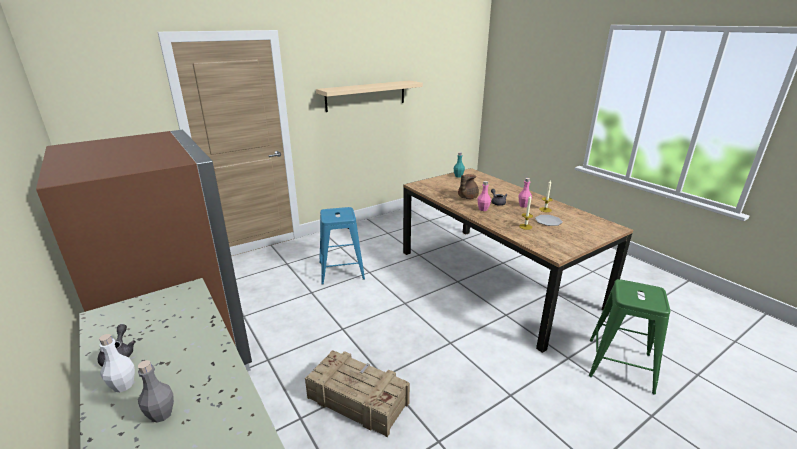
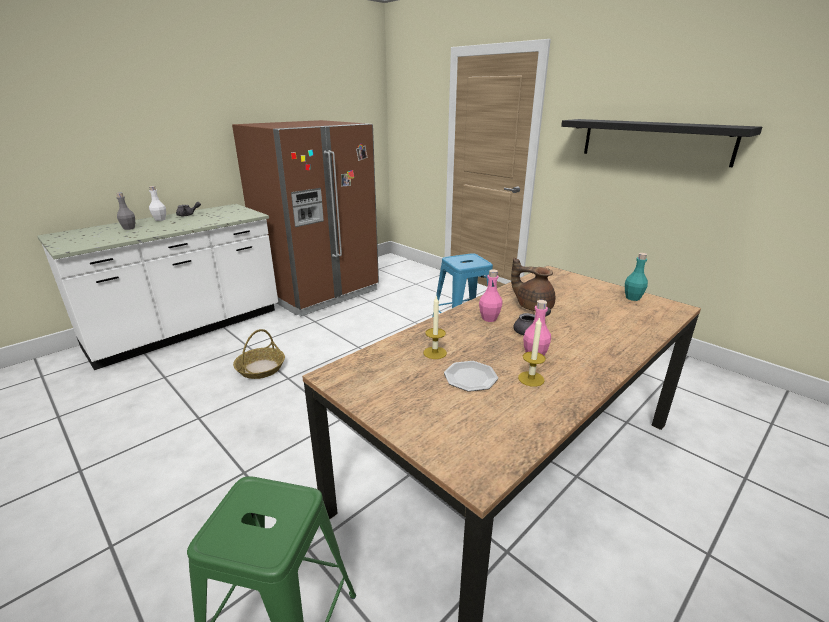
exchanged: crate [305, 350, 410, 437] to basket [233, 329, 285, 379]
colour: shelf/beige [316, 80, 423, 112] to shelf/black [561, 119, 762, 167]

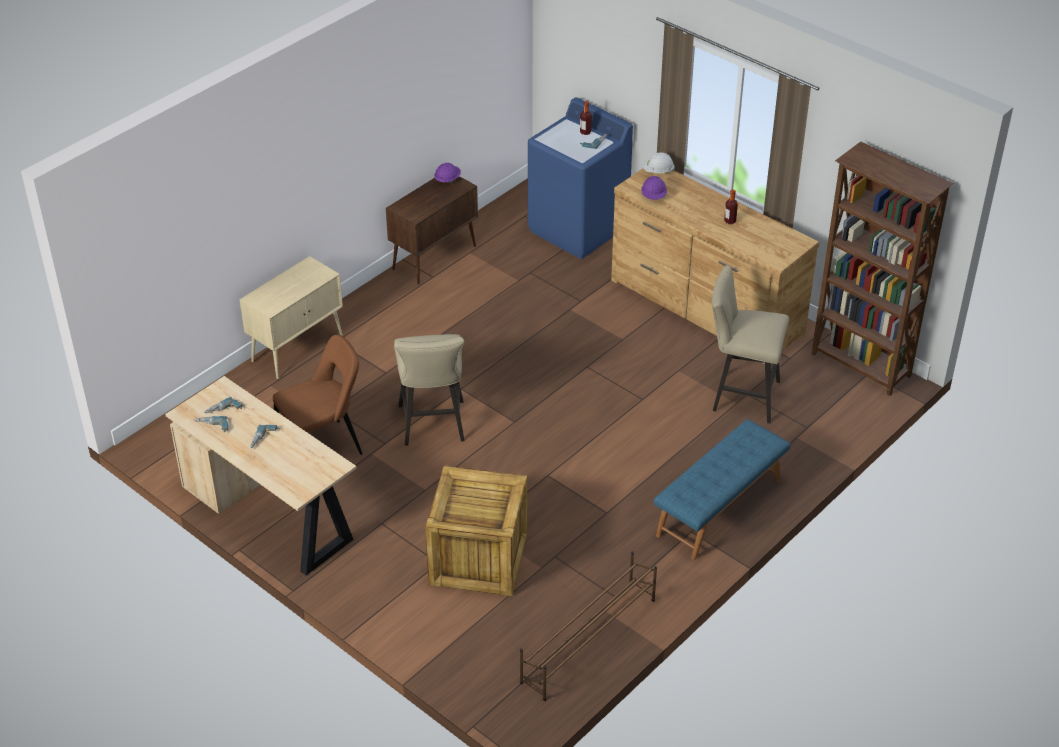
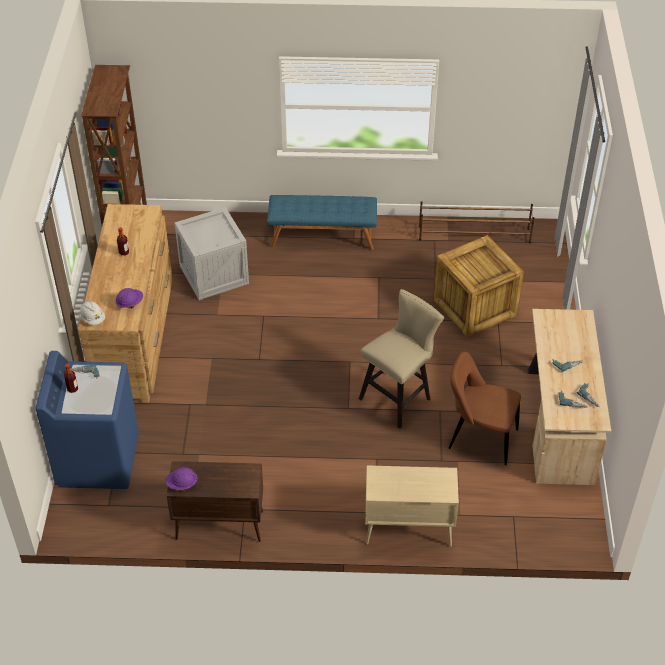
exchanged: stool/beige [712, 265, 789, 423] to crate [175, 207, 249, 300]

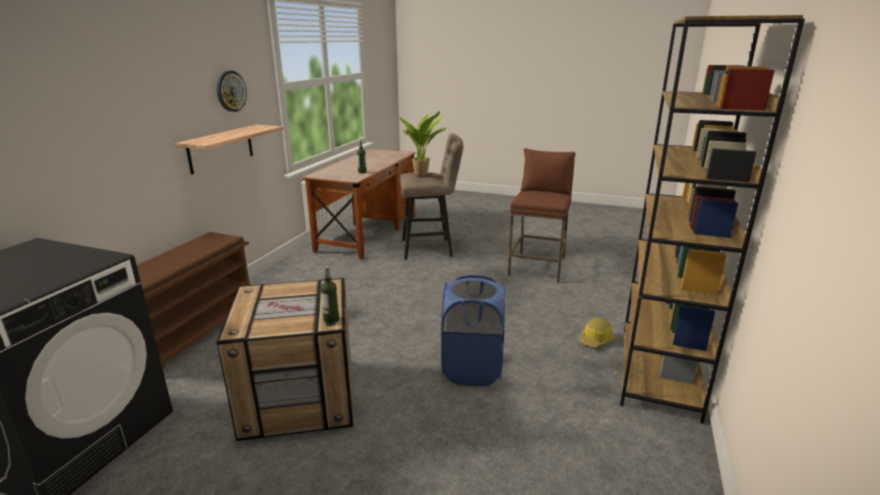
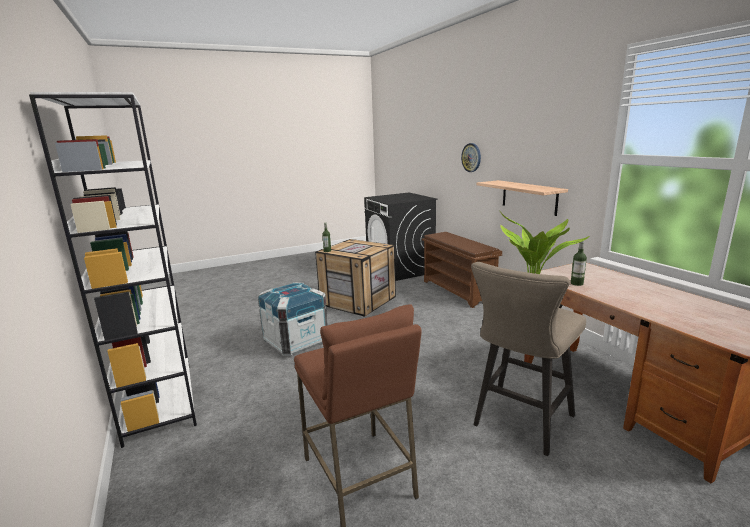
missing: hard hat [579, 318, 614, 347]
relocated: wall clock [217, 71, 247, 112] to [461, 143, 481, 172]
exchanged: laundry basket/blue [441, 275, 505, 386] to crate [258, 282, 328, 356]
colour: bookcase/brown [620, 15, 805, 424] to bookcase/white [29, 92, 197, 448]

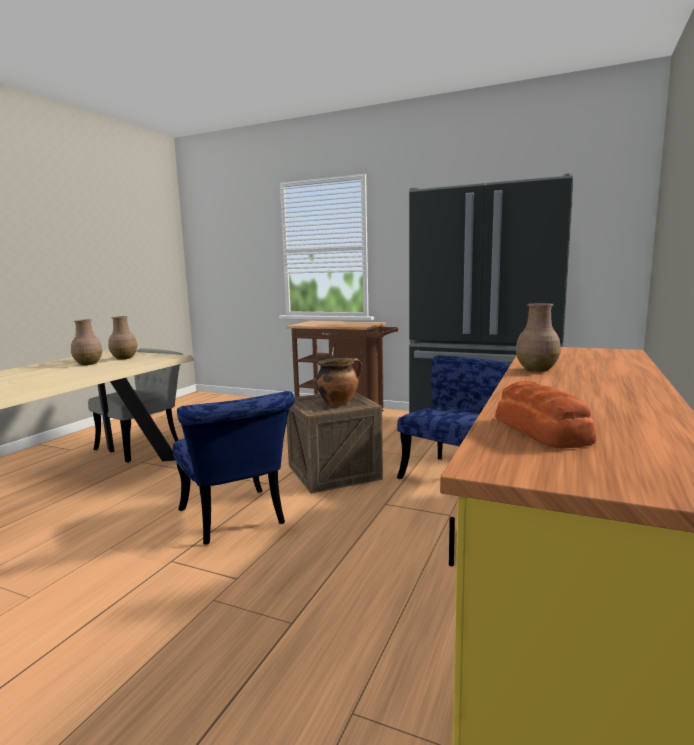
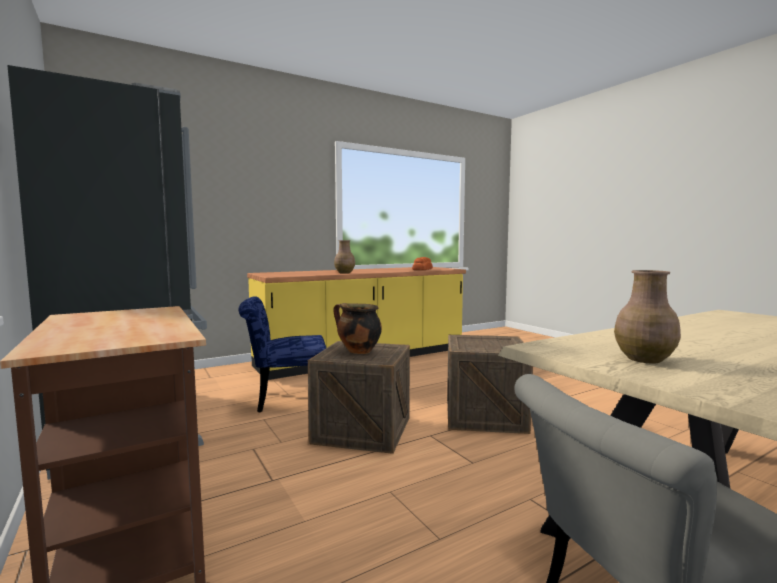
missing: vase/brown [71, 319, 102, 365]
exchanged: chair/blue [173, 391, 295, 545] to crate [447, 335, 533, 434]

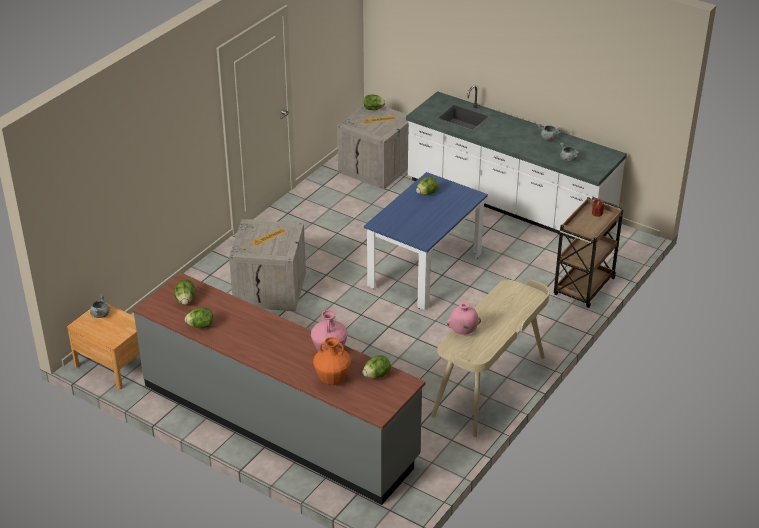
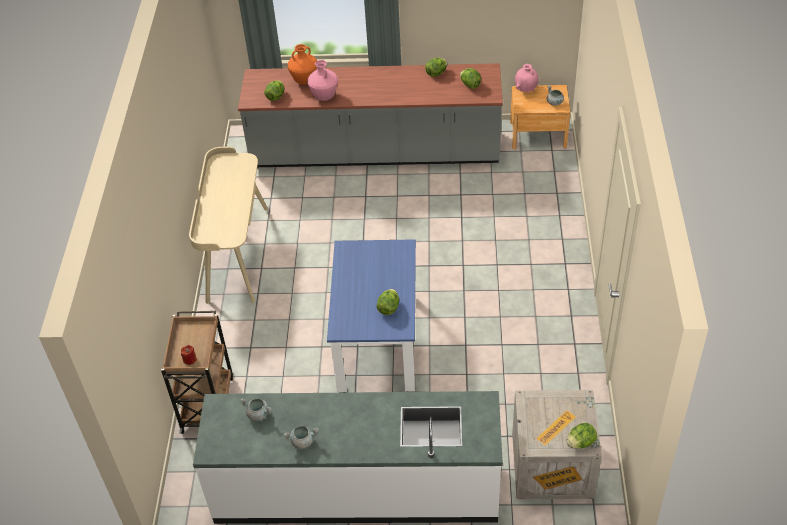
missing: crate [229, 219, 306, 312]
relocated: vase/pink [447, 302, 481, 335] to [515, 64, 539, 92]

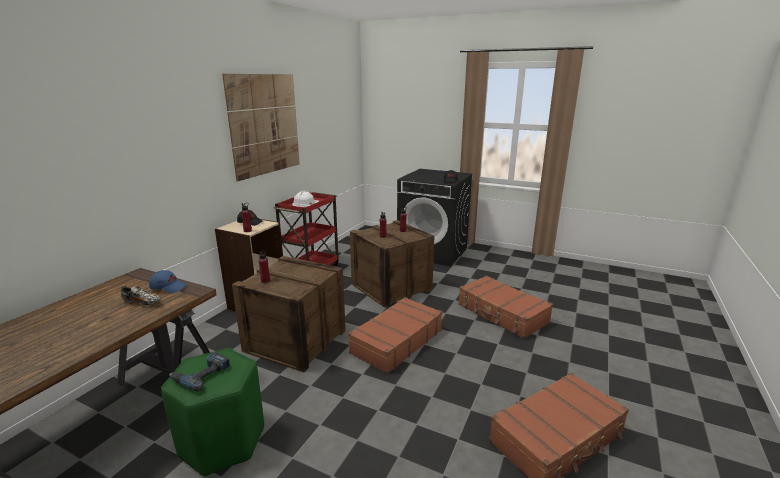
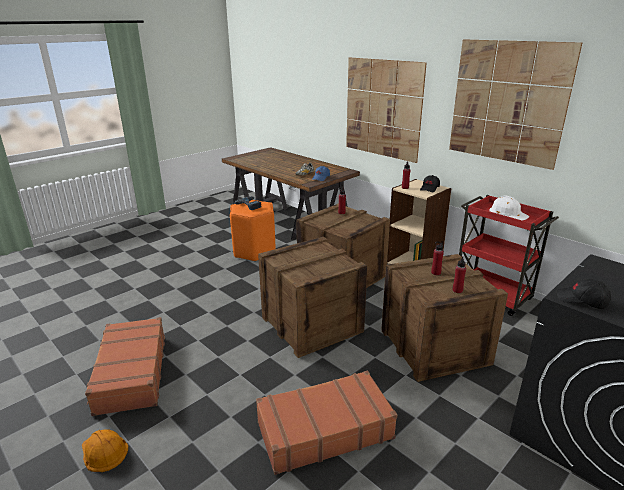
appeared: hard hat/orange [82, 429, 128, 472]; picture [346, 57, 427, 163]
exchanged: suitcase/brown [348, 297, 442, 374] to crate [258, 236, 367, 358]
colour: stool/green [161, 348, 264, 477] to stool/orange [230, 200, 275, 262]

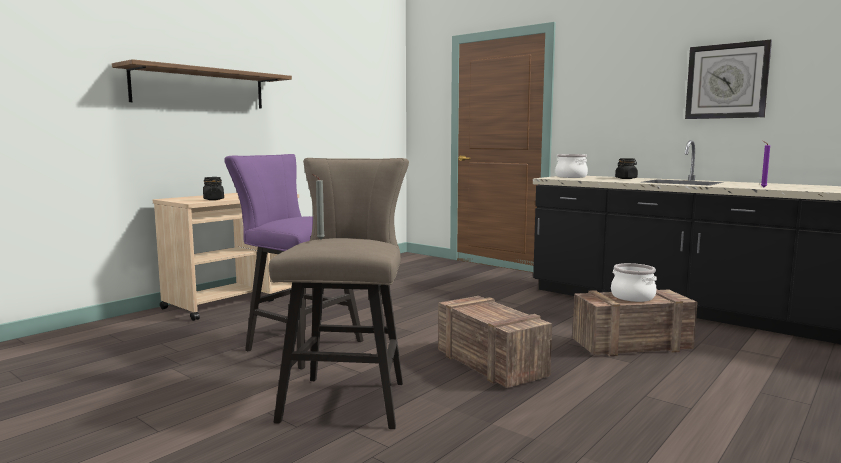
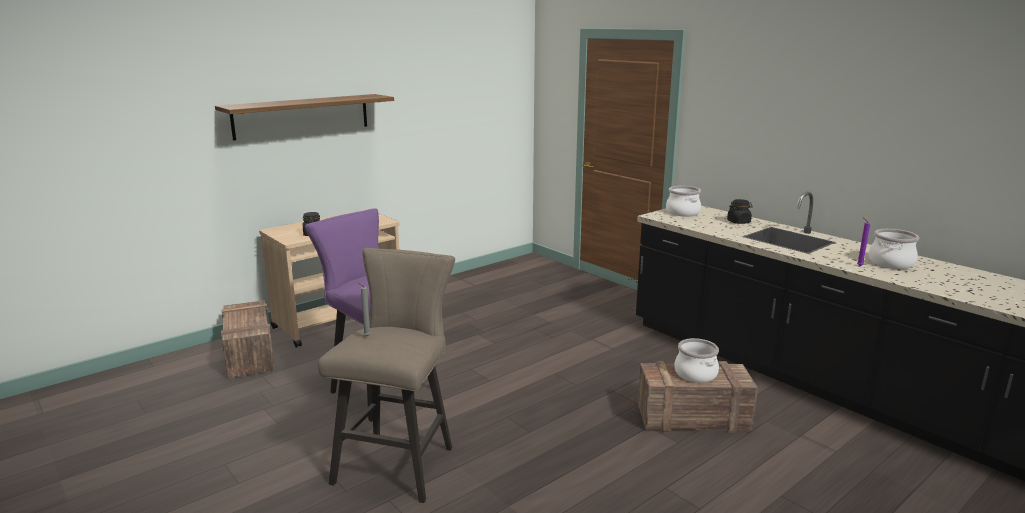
missing: wall clock [685, 40, 772, 119]
appeared: cooking pot [869, 229, 919, 269]
relocated: crate [438, 296, 552, 388] to [221, 300, 275, 379]

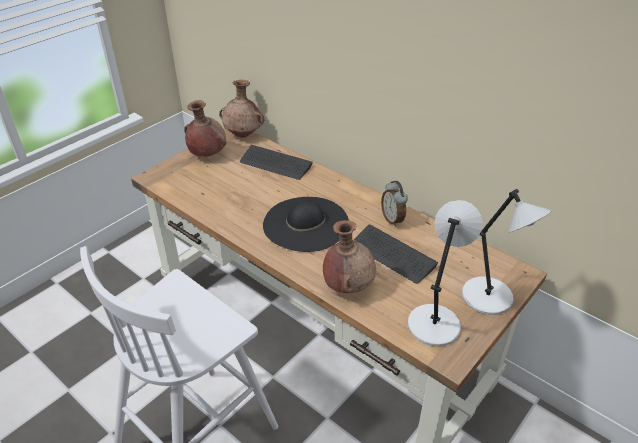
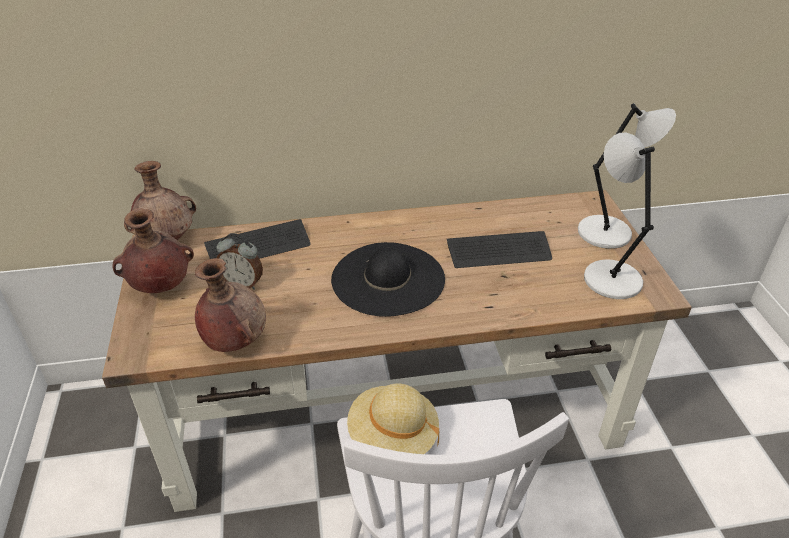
appeared: hat/beige [347, 383, 440, 454]
relocated: vase/brown [323, 220, 376, 293] to [195, 258, 266, 352]; alarm clock [381, 181, 408, 227] to [216, 233, 263, 289]

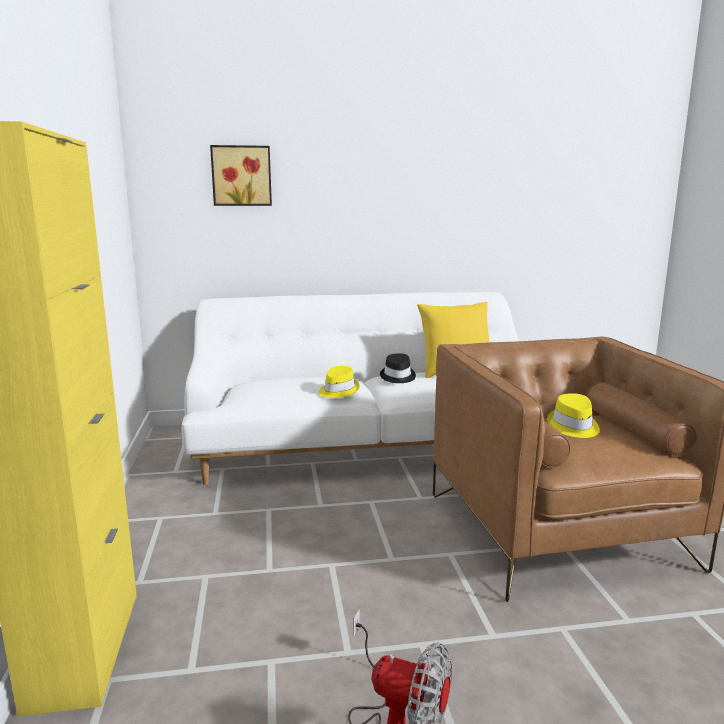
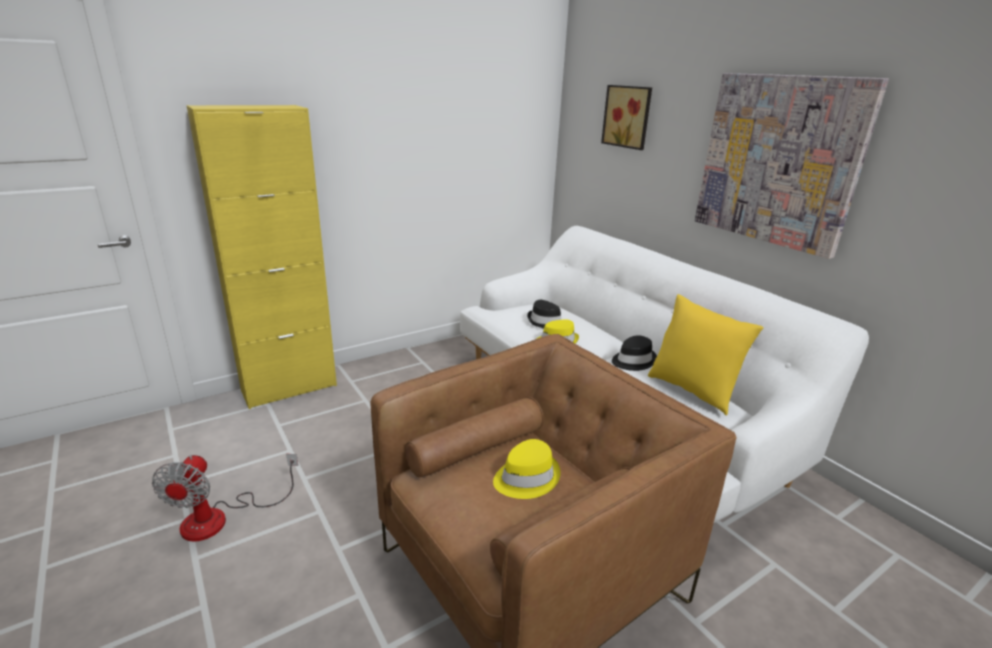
appeared: hat/black [527, 300, 561, 329]; picture [695, 73, 889, 259]

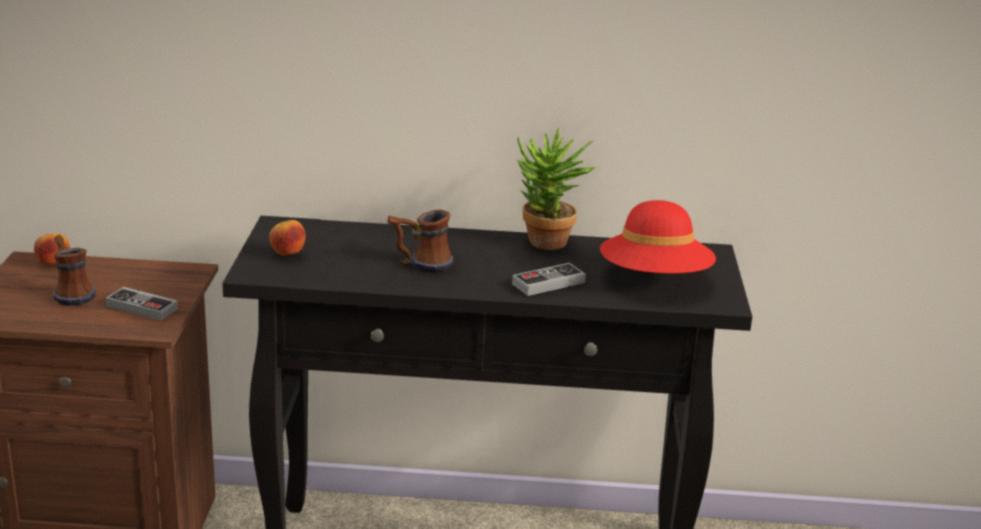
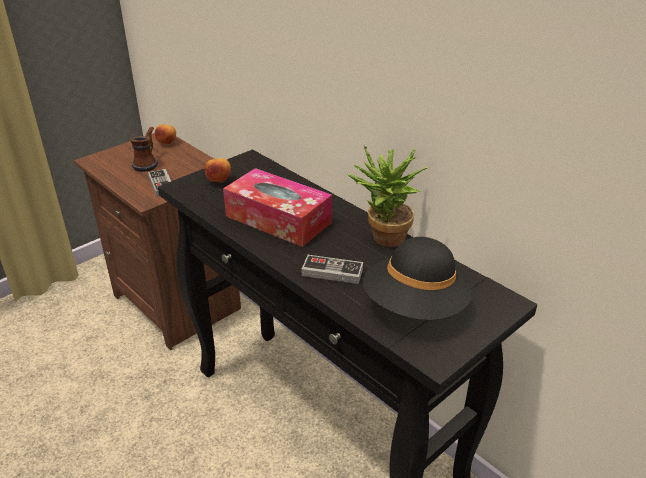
exchanged: mug [388, 210, 453, 271] to tissue box [223, 168, 332, 247]
colour: hat/red [600, 200, 716, 274] to hat/black [363, 237, 473, 320]

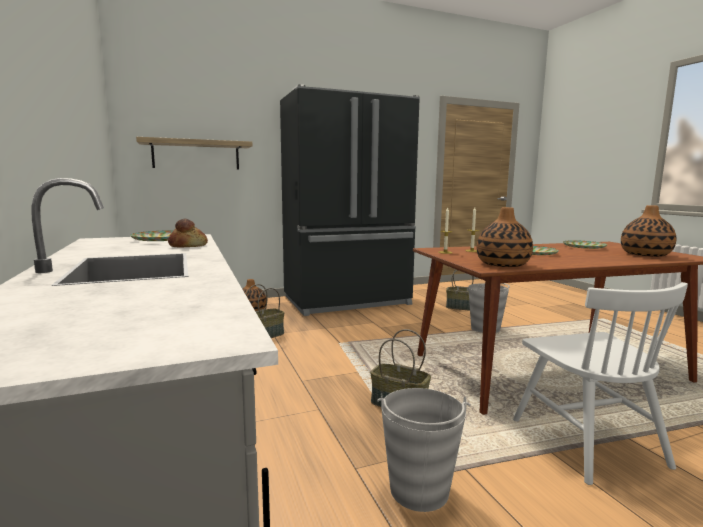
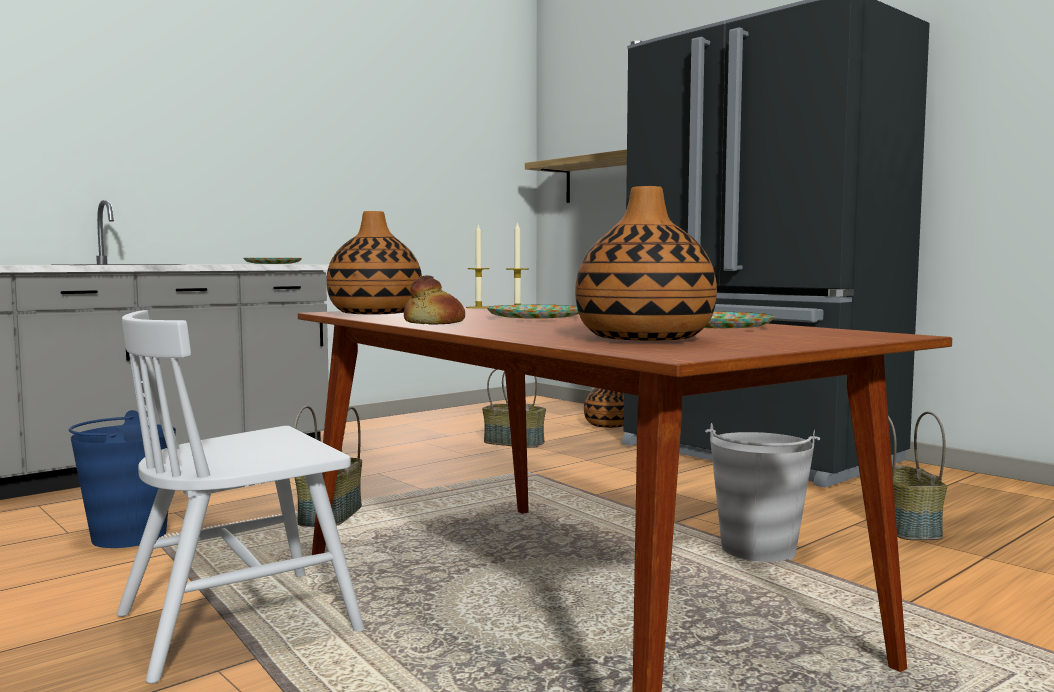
relocated: bread [168, 219, 208, 248] to [404, 275, 465, 325]
colour: bucket/grey [377, 388, 471, 512] to bucket/blue [69, 410, 176, 548]

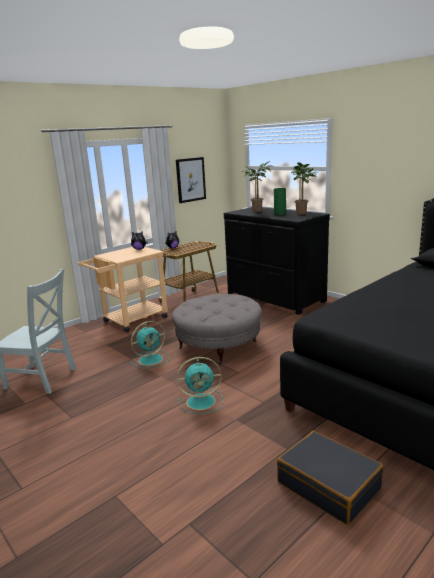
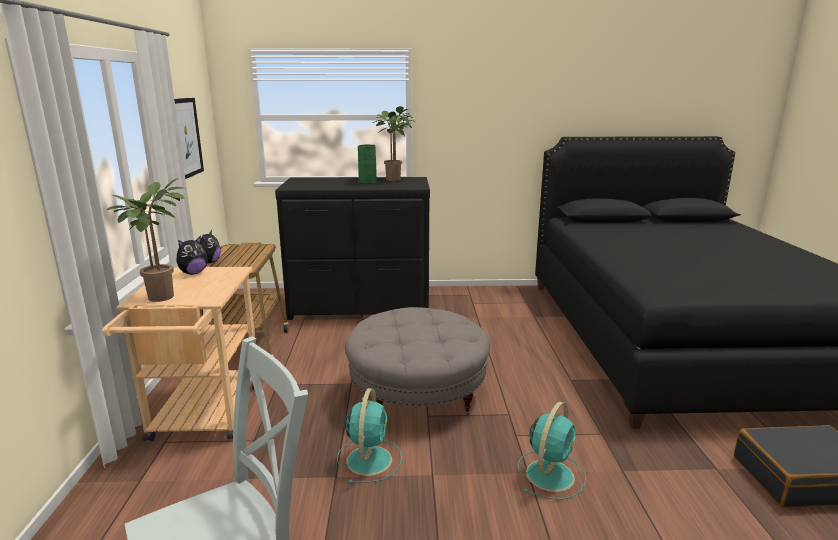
relocated: potted plant [241, 161, 270, 212] to [107, 178, 184, 302]

